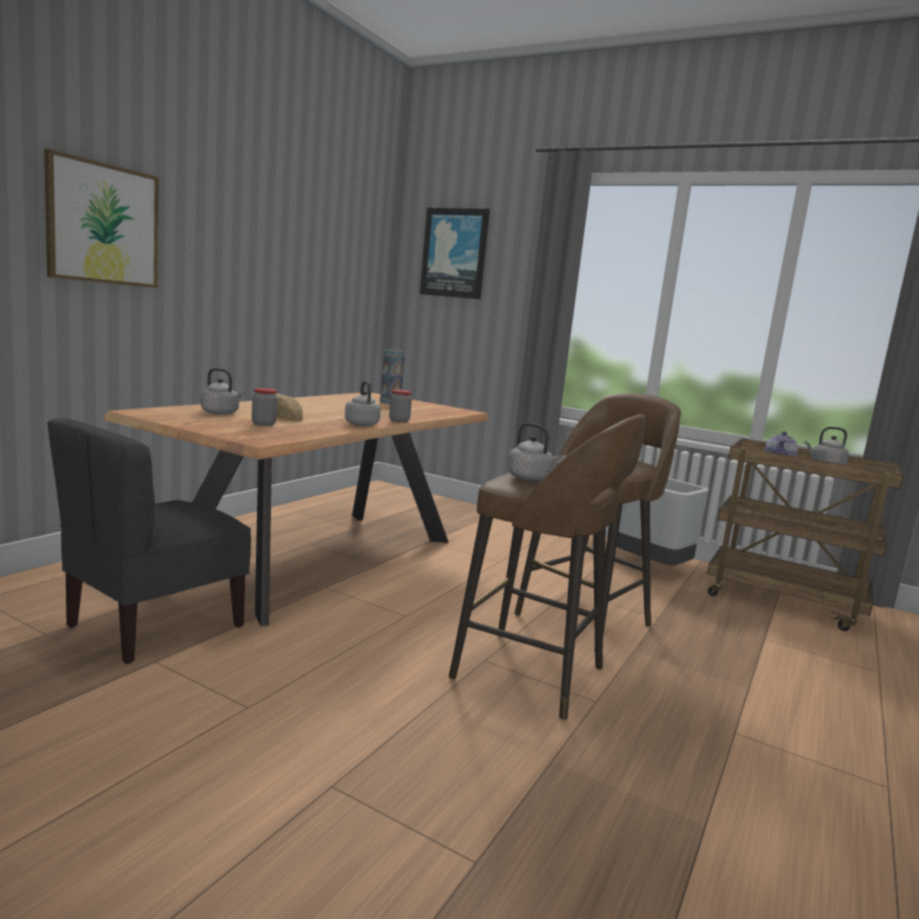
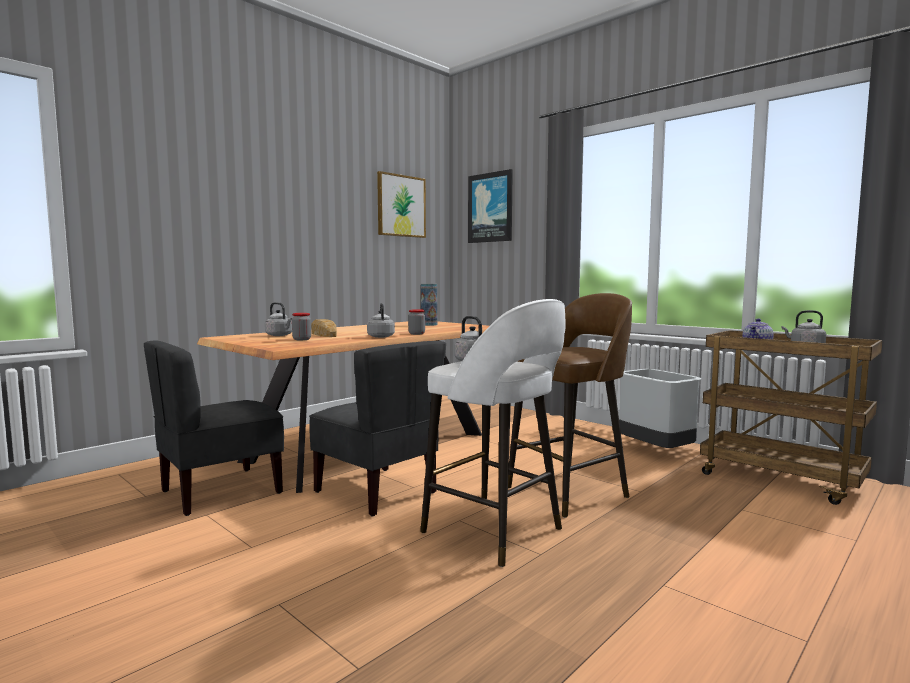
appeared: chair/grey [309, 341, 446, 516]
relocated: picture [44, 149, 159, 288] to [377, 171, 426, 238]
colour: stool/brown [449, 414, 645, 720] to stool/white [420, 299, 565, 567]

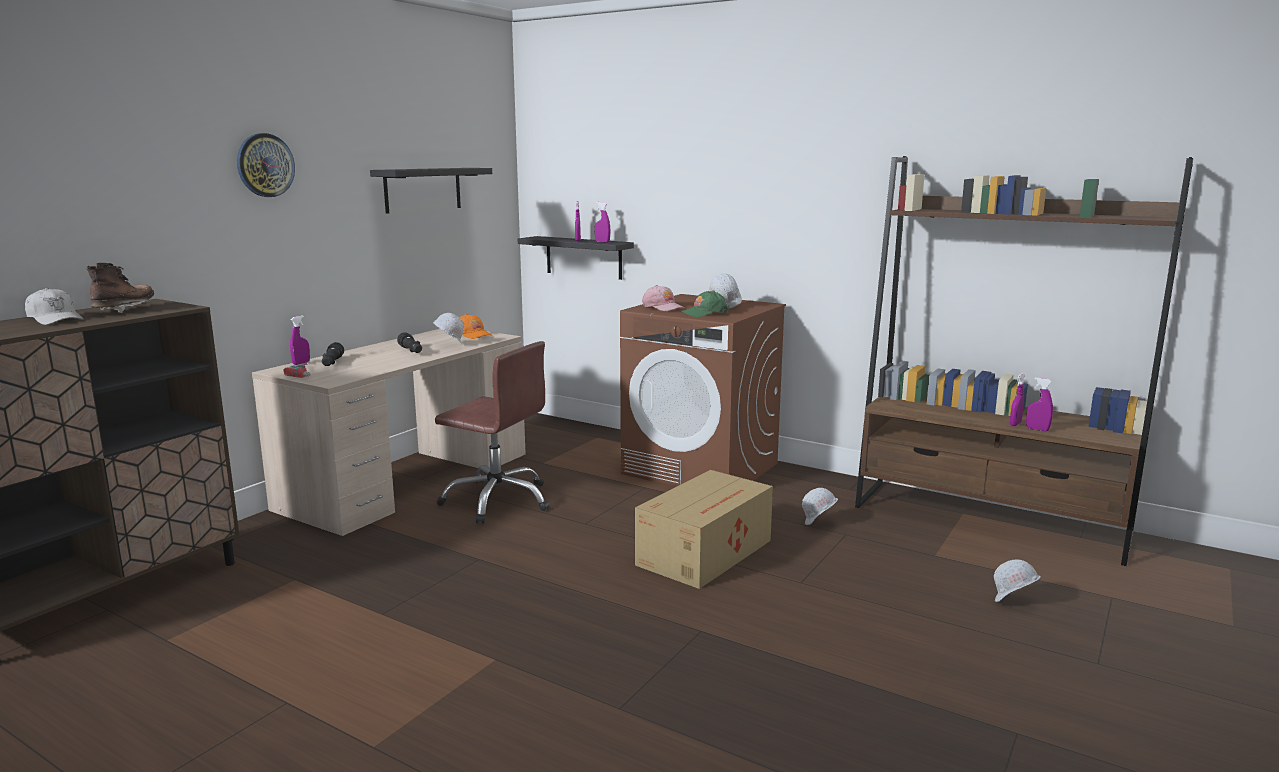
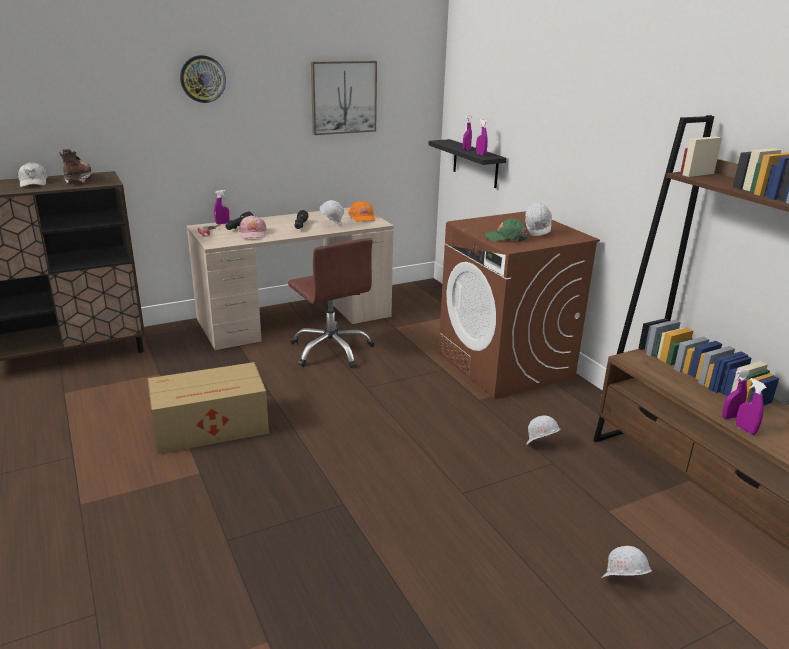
relocated: cardboard box [635, 470, 773, 589] to [148, 362, 269, 454]; cap/pink [642, 285, 684, 311] to [239, 215, 267, 239]
exchanged: shelf/black [370, 168, 492, 214] to picture [311, 61, 377, 135]
spun: boot/brown [86, 263, 154, 313] = [59, 149, 93, 183] 45 degrees counterclockwise

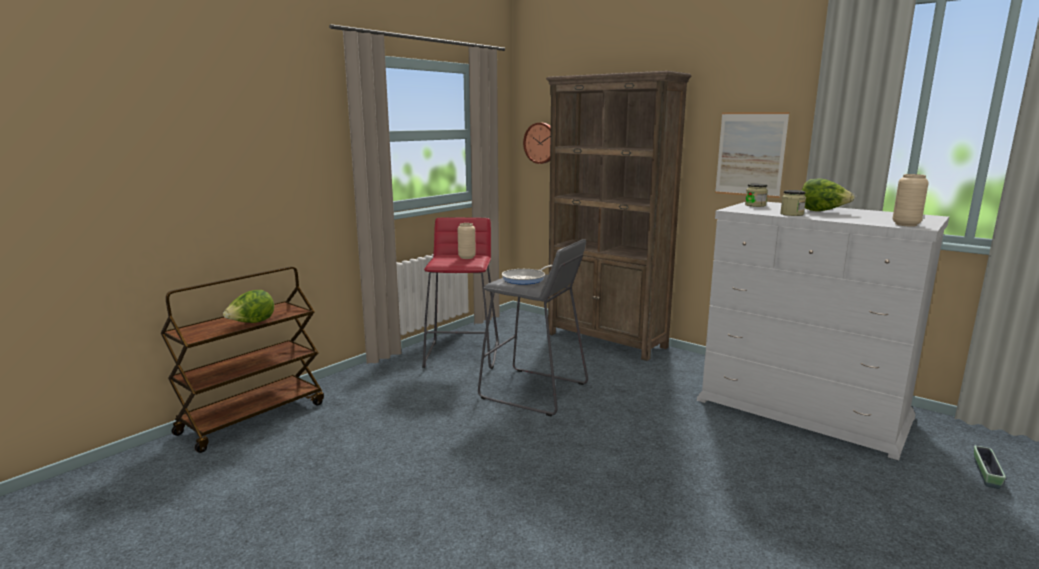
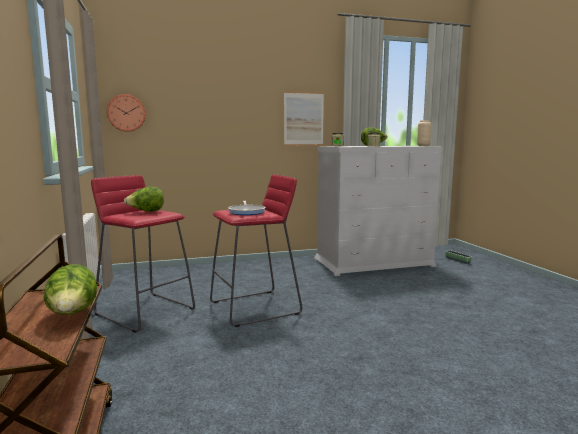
missing: bookcase/brown [546, 71, 691, 361]
exchanged: vase/beige [458, 223, 476, 259] to lettuce [124, 186, 164, 212]
colour: stool/grey [478, 239, 588, 416] to stool/red [210, 175, 302, 327]

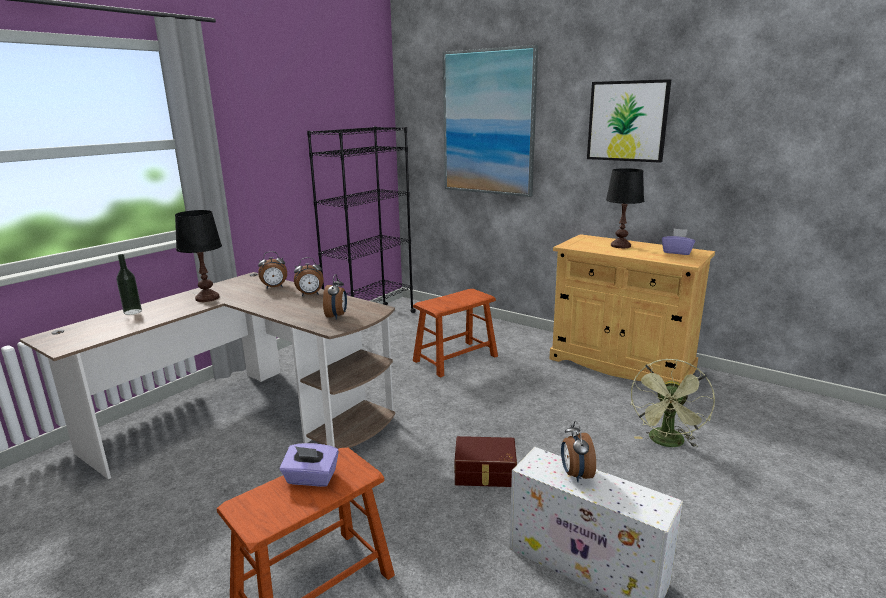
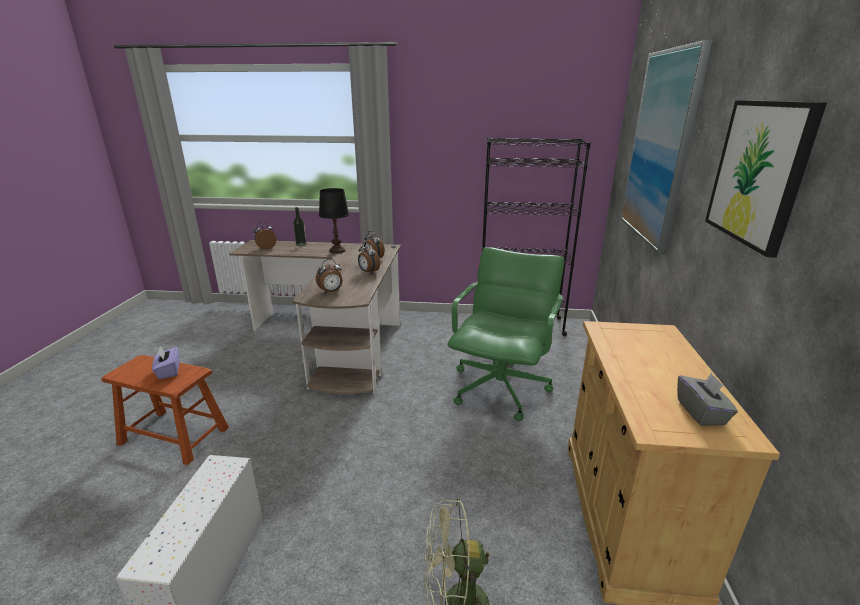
missing: storage box/brown [455, 436, 517, 487]; table lamp/black [606, 168, 644, 248]
relocated: alarm clock [561, 421, 596, 482] to [253, 221, 276, 250]
exchanged: stool/brown [413, 289, 498, 377] to office chair/green [447, 247, 564, 421]
colour: tissue box/purple [662, 228, 695, 255] to tissue box/grey [677, 373, 738, 426]

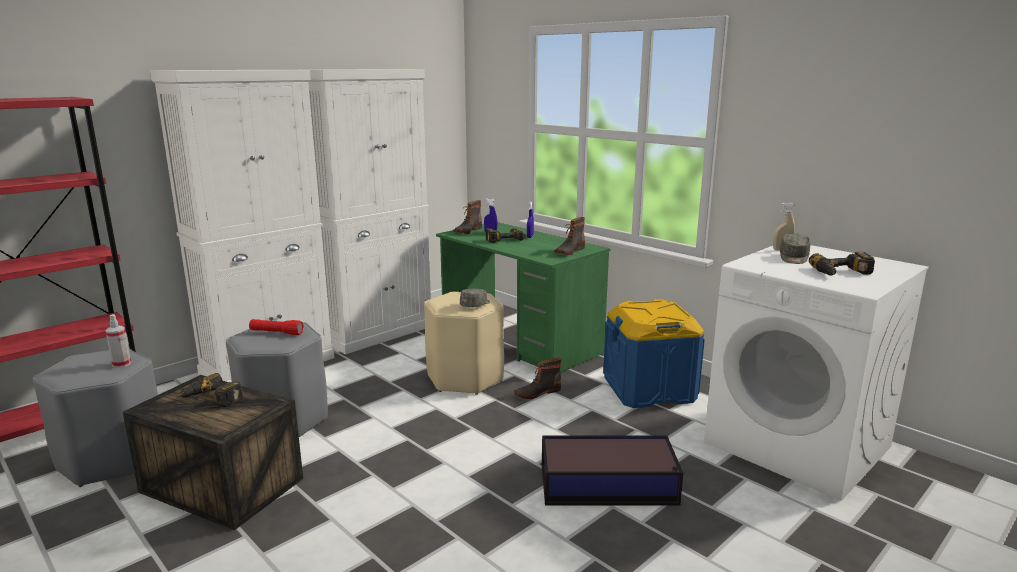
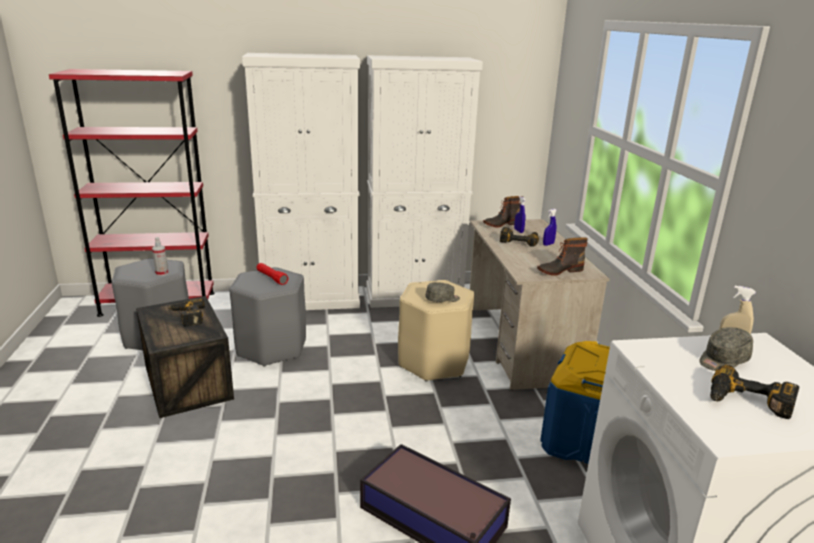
missing: boot [515, 358, 562, 399]
colour: desk/green [436, 222, 610, 373] to desk/beige [470, 219, 610, 390]

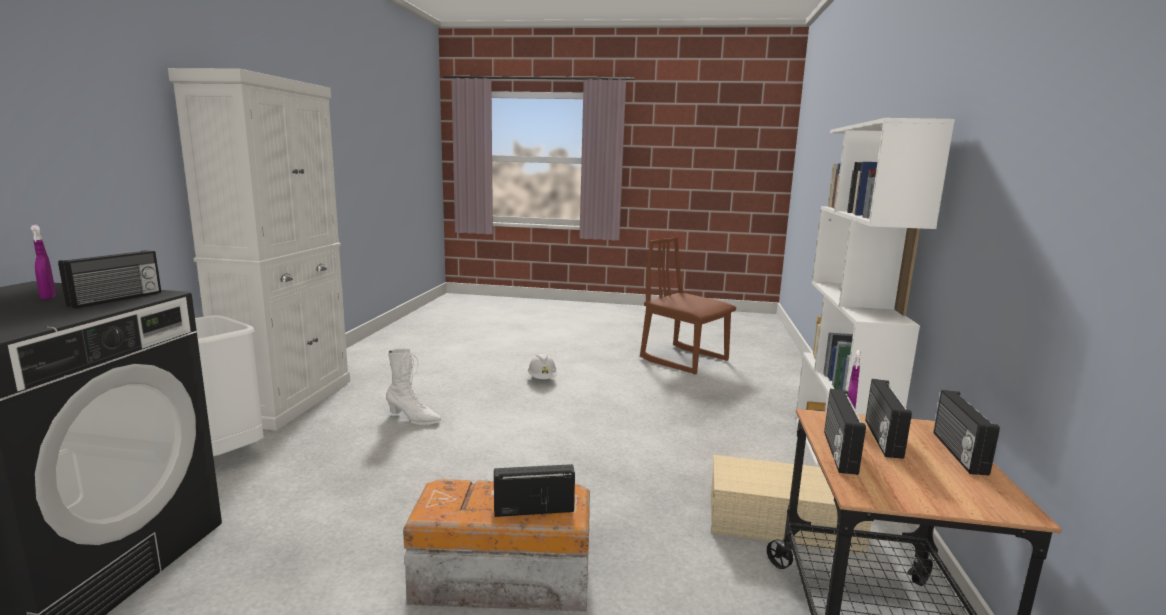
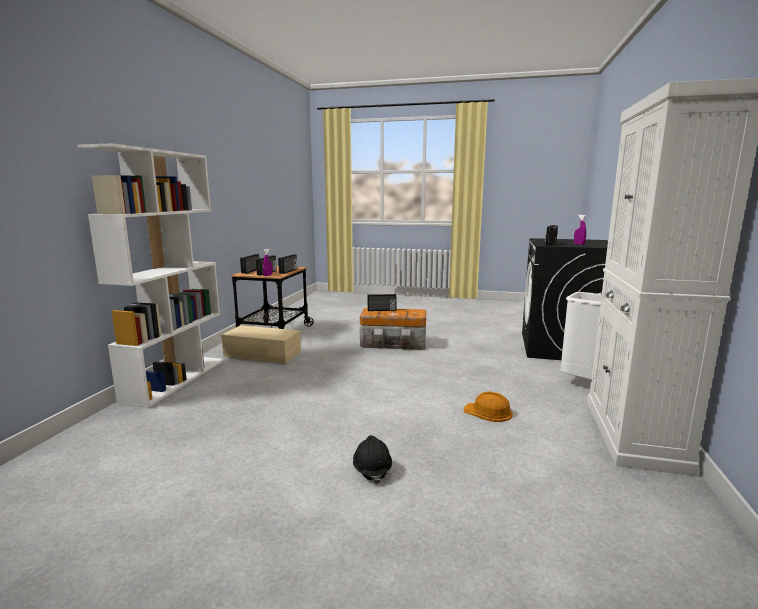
missing: chair/brown [640, 237, 736, 374]
exchanged: boot/white [386, 349, 441, 425] to hard hat/orange [464, 391, 513, 422]
colour: hard hat/white [528, 354, 557, 379] to hard hat/black [353, 435, 392, 484]

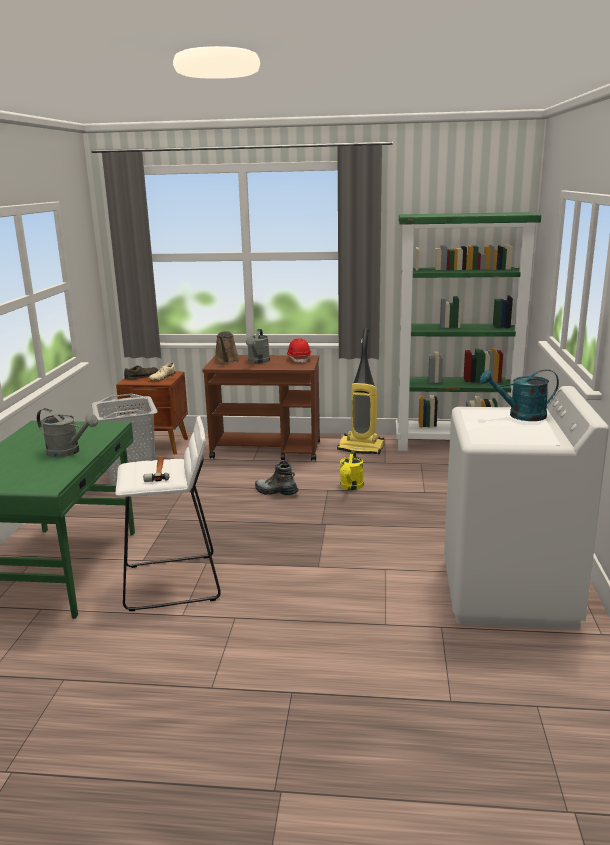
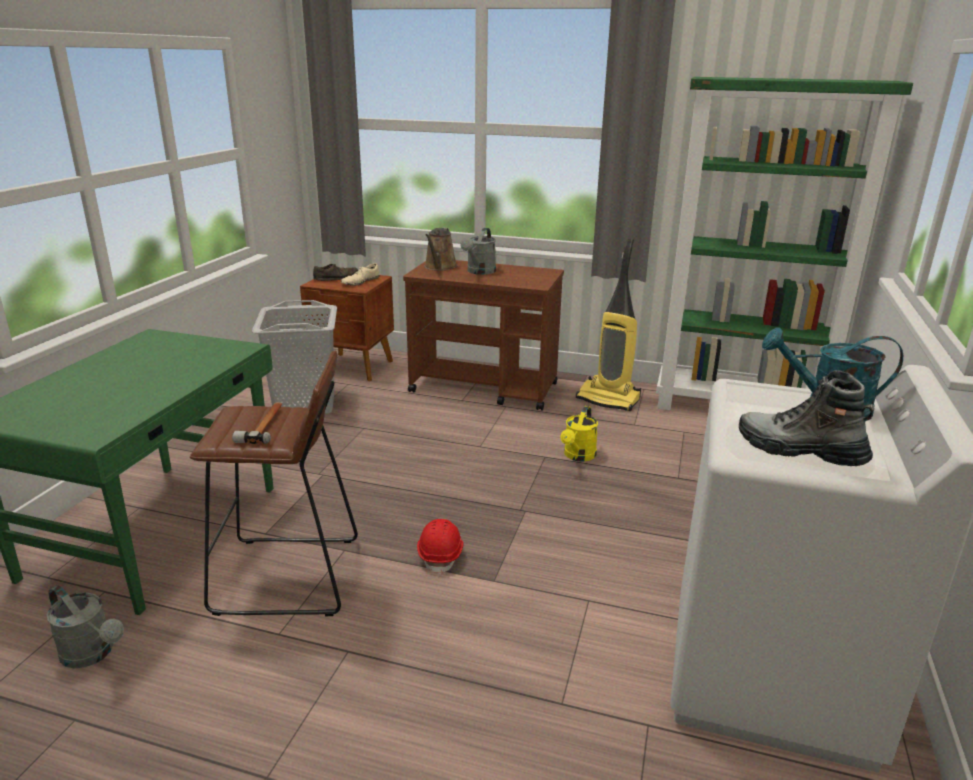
relocated: watering can/grey [37, 408, 98, 457] to [46, 585, 124, 668]; boot [255, 461, 299, 495] to [739, 370, 874, 466]; hard hat/red [287, 338, 311, 363] to [417, 519, 464, 575]
colour: stool/white [116, 416, 221, 611] to stool/brown [190, 351, 358, 616]

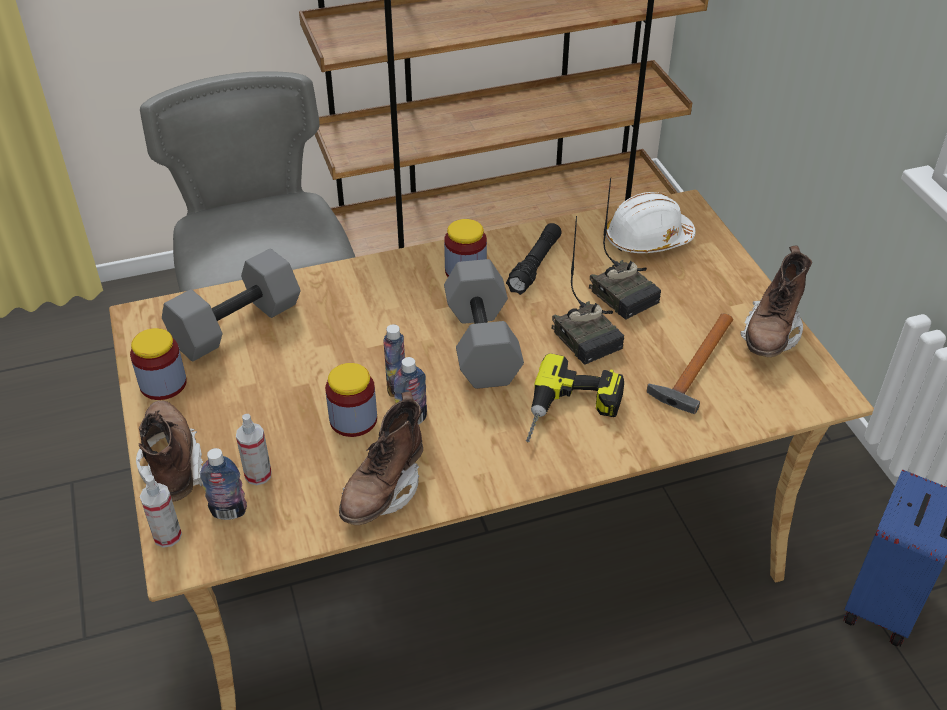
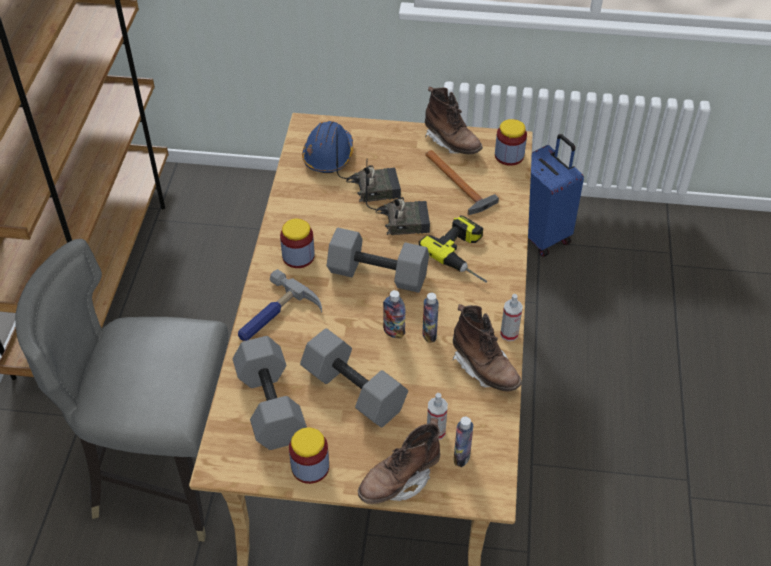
missing: flashlight/black [506, 223, 562, 295]
appeared: hammer [238, 269, 322, 341]; dumbbell/grey [300, 328, 408, 428]
relocated: spray bottle [140, 475, 182, 548] to [500, 294, 523, 341]; jar [325, 363, 377, 437] to [495, 119, 527, 166]
colour: hard hat/white [606, 192, 696, 253] to hard hat/blue [302, 121, 354, 173]
spun: boot/brown [136, 401, 203, 502] = [358, 418, 440, 504] 45 degrees counterclockwise

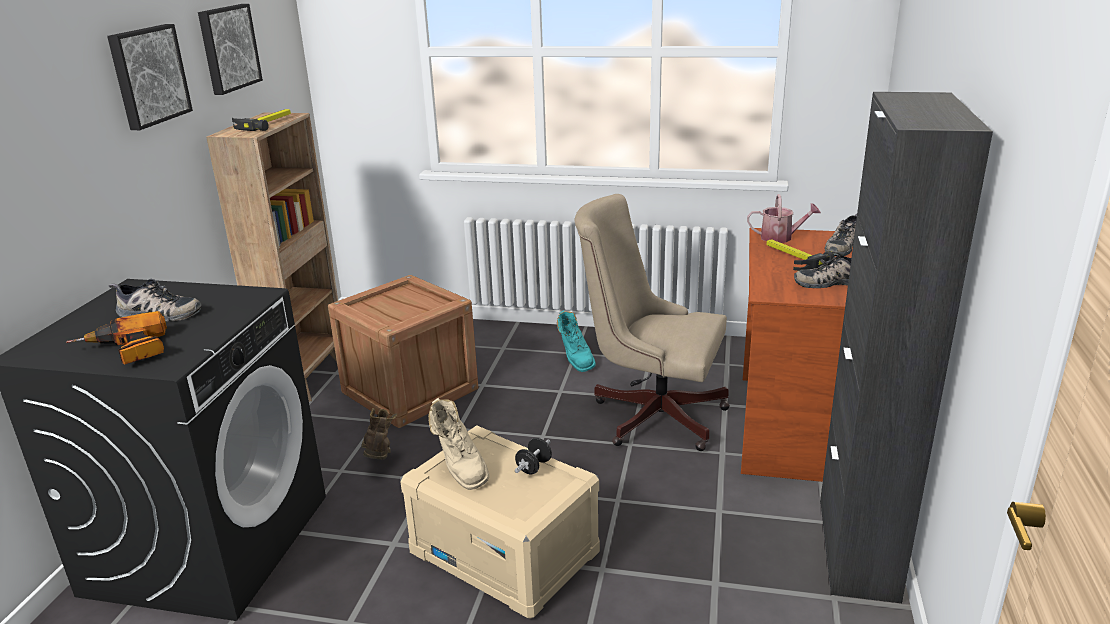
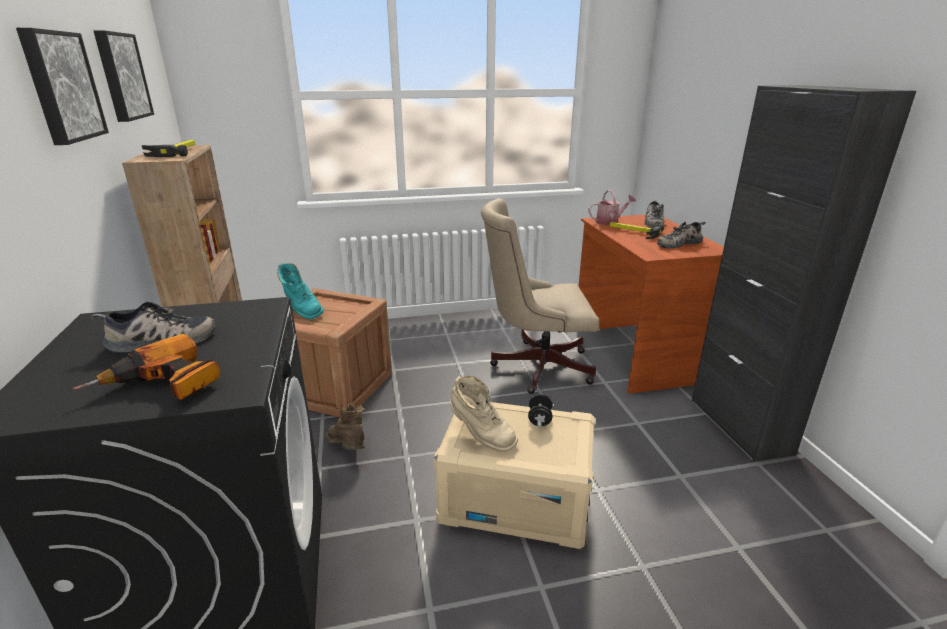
relocated: boot/turquoise [557, 310, 596, 372] to [277, 263, 324, 319]

